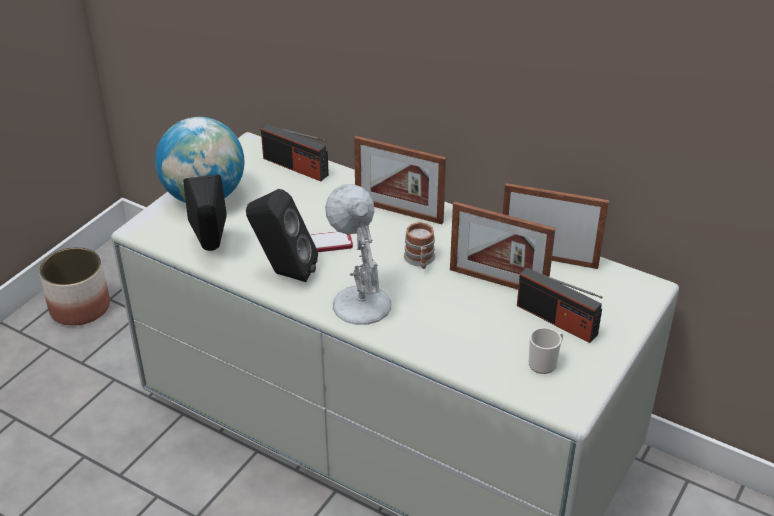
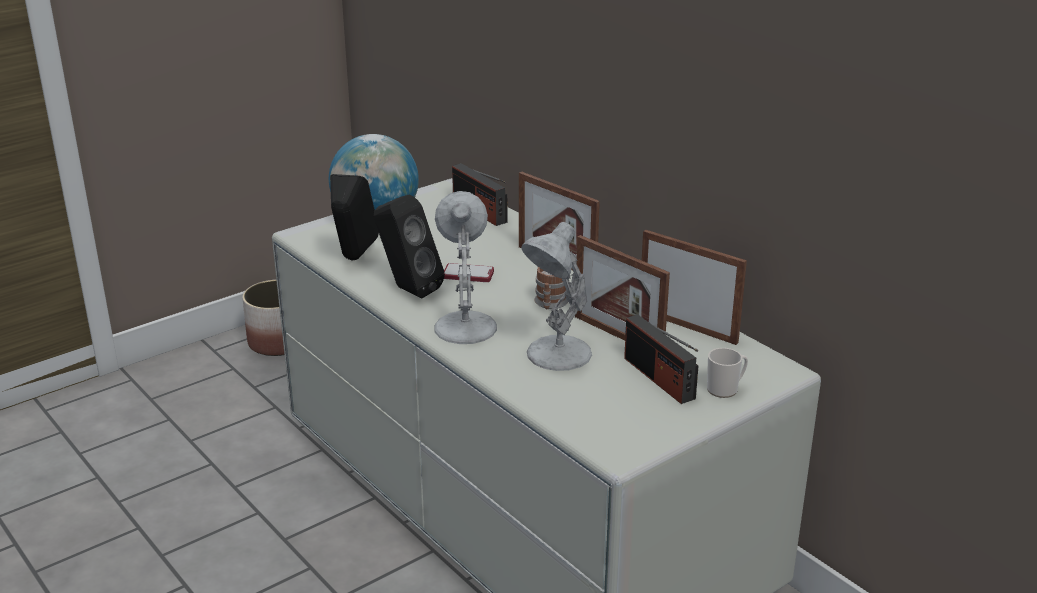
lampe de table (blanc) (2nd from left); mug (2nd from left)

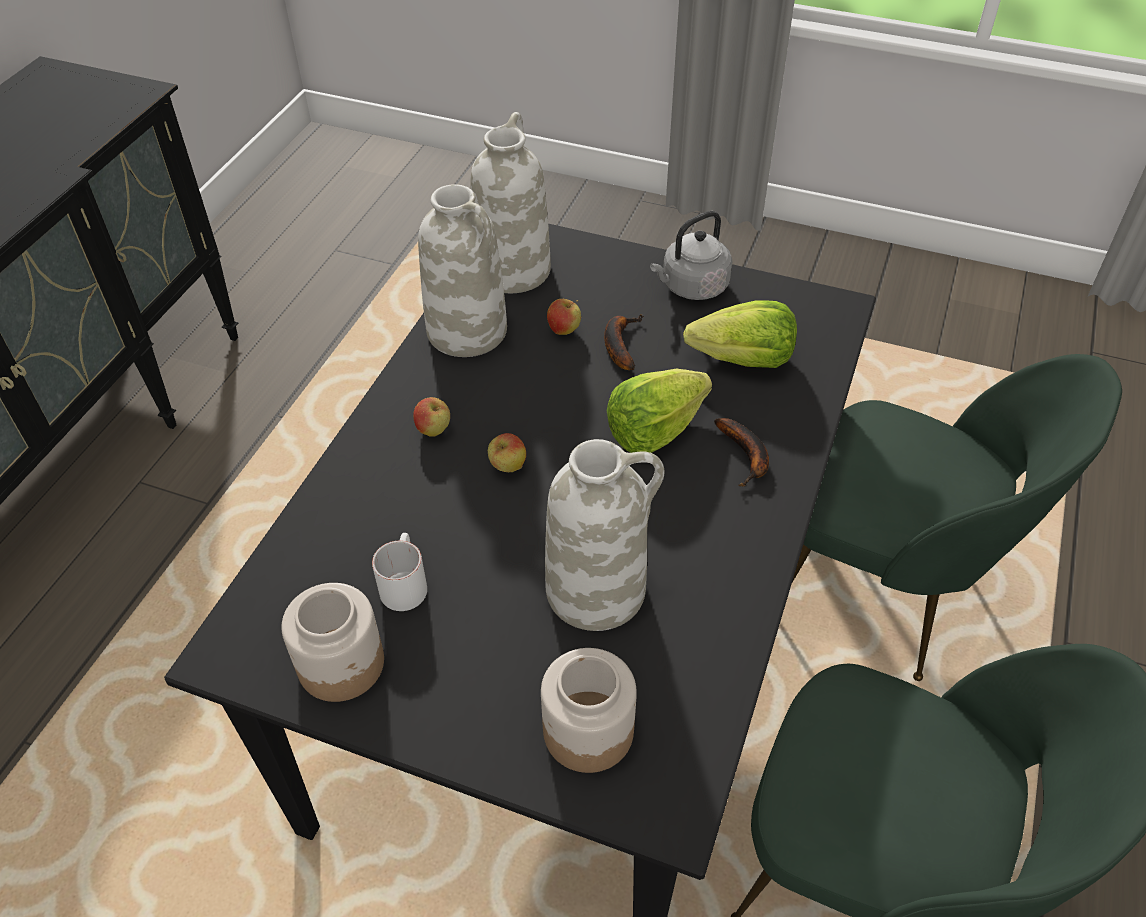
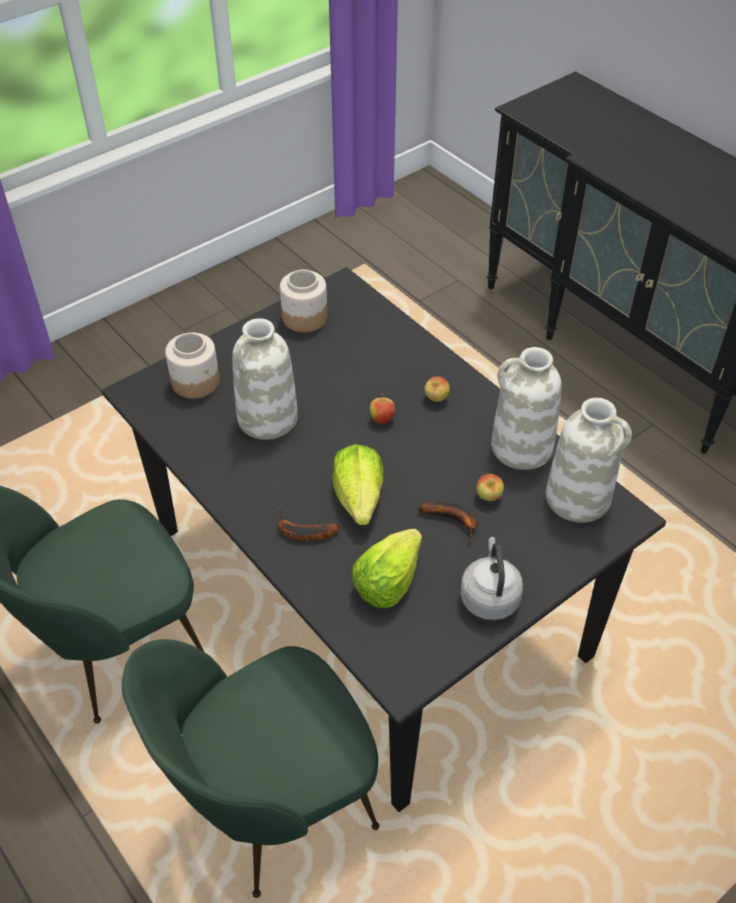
mug (blanc)

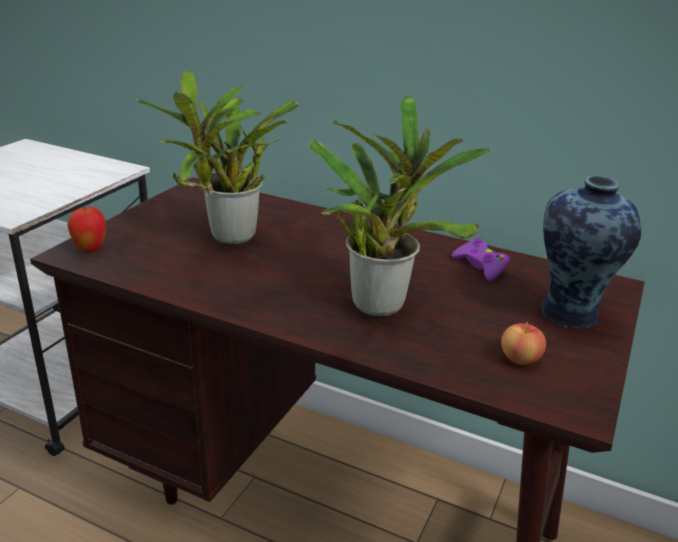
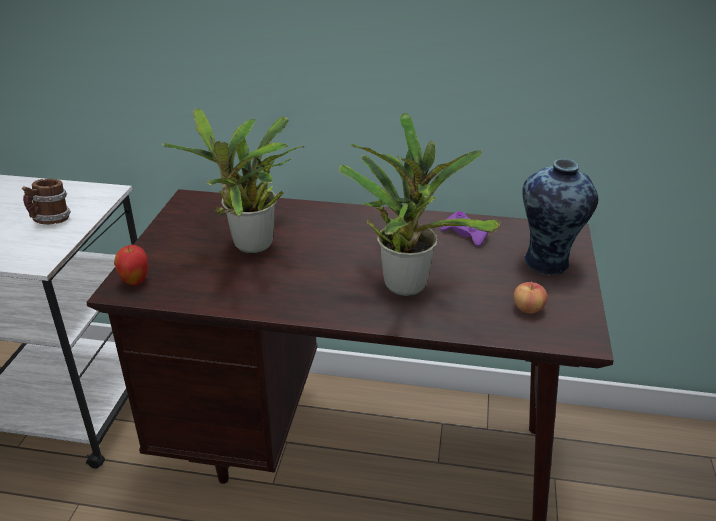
mug

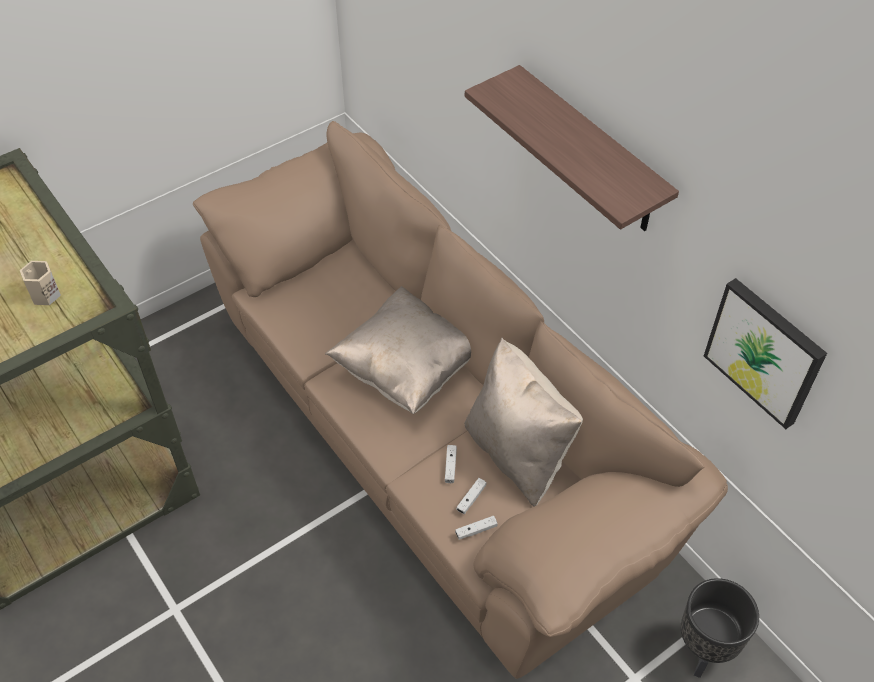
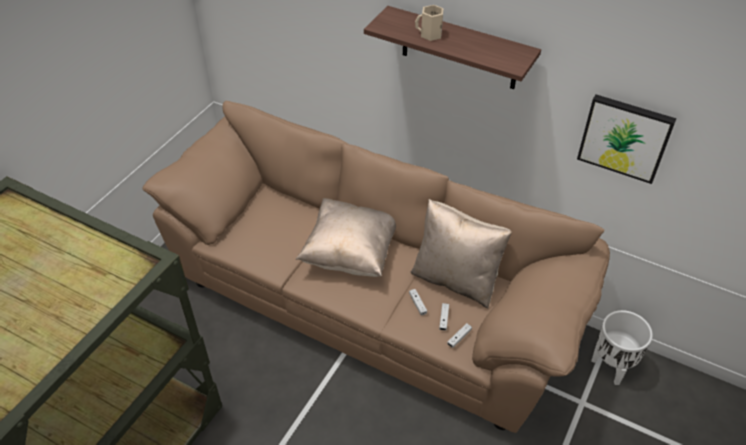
mug (beige); cache-pot (blanc)

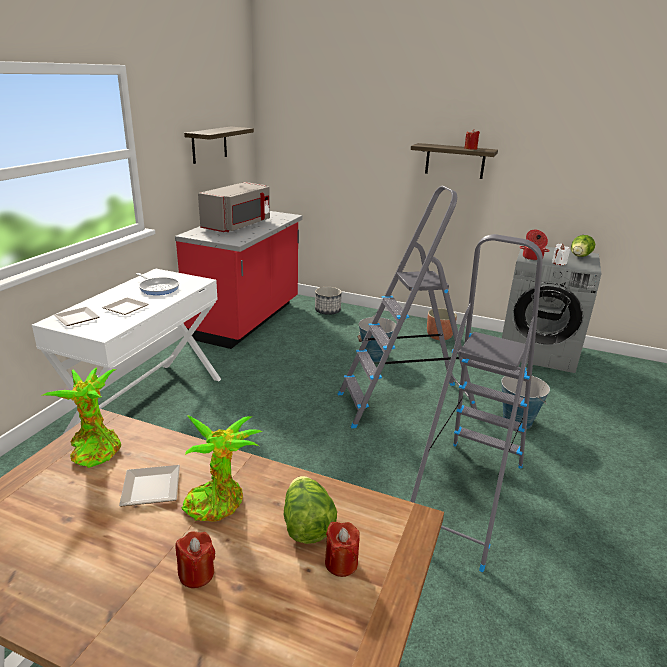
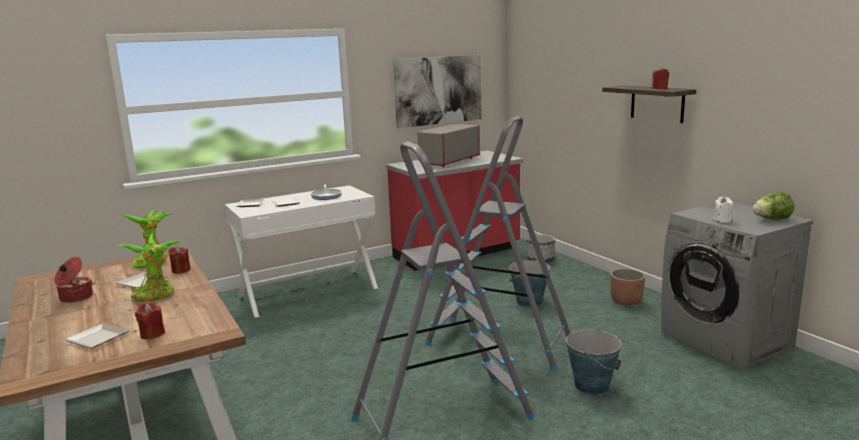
marmite; assiette (1st from left); bougie (rouge) (2nd from left); tableau; micro-ondes (gris); laitue (1st from left in the first image)

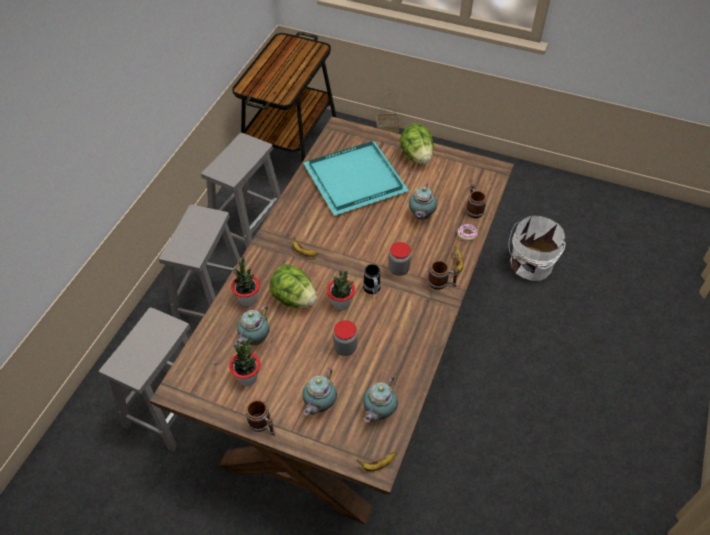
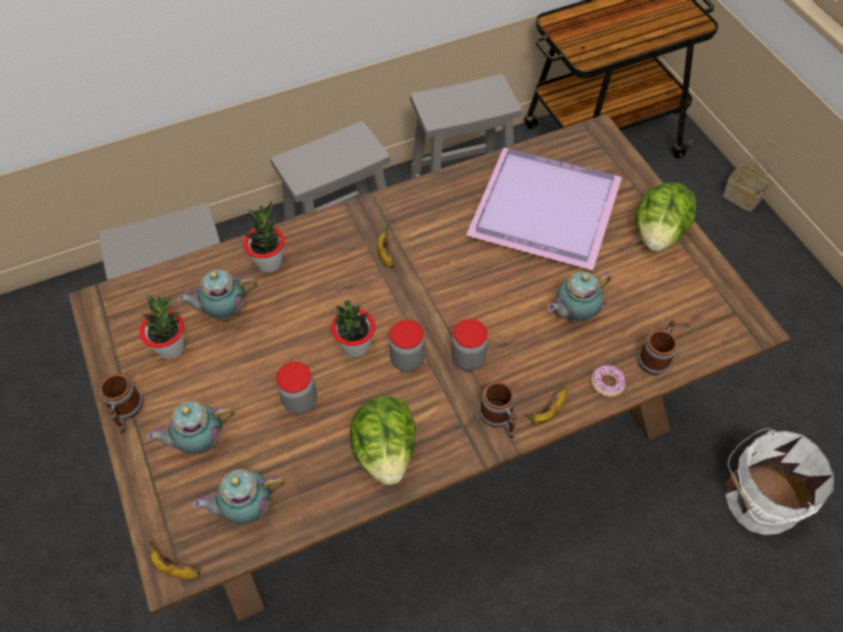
laitue (1st from left); bocal (2nd from left); plateau (violet)

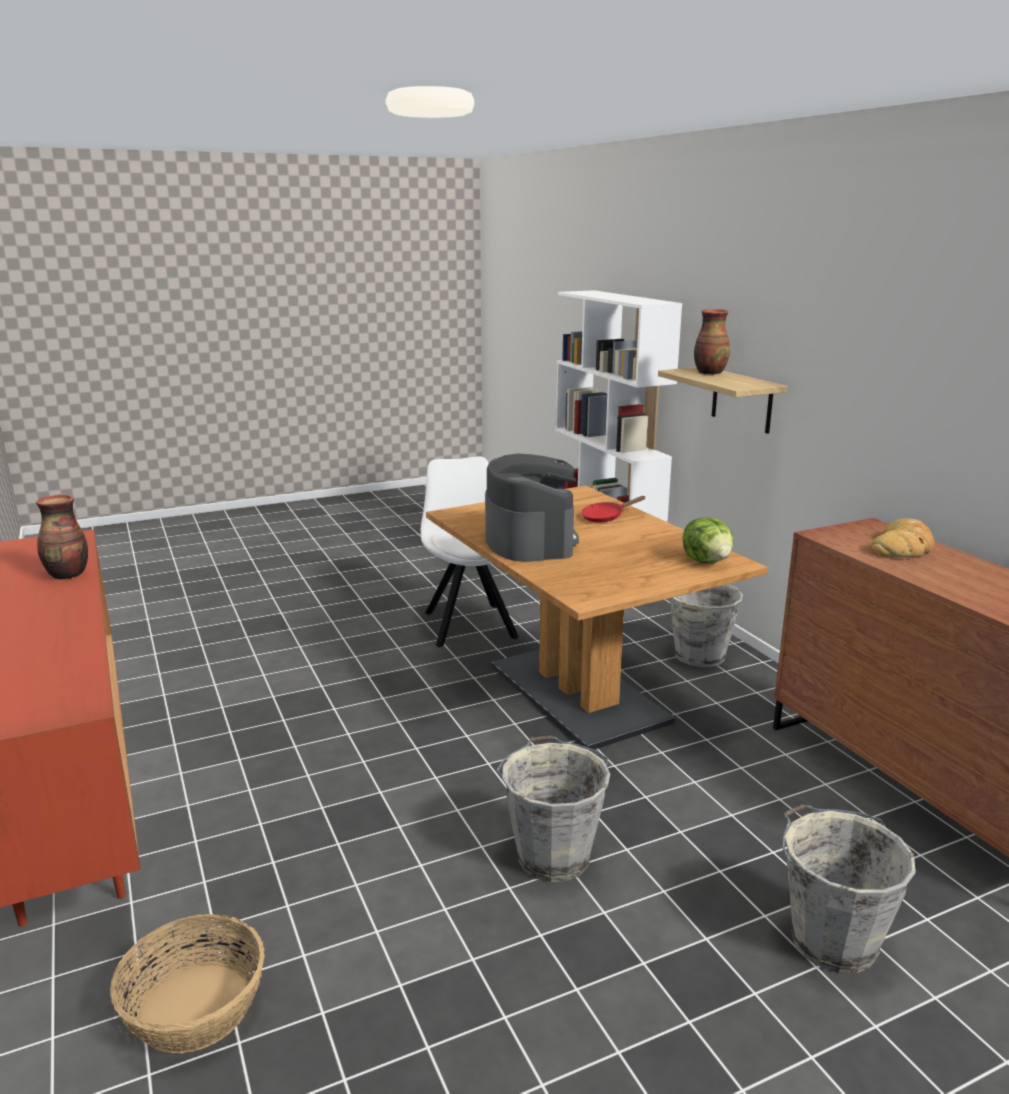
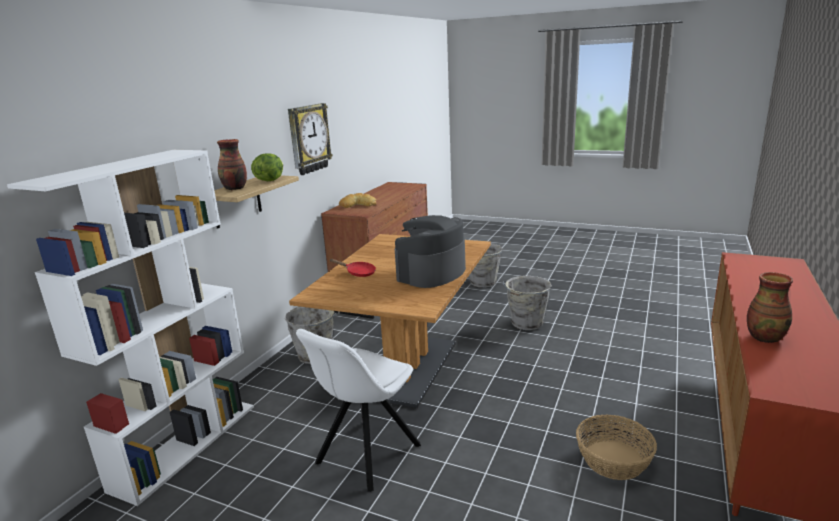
laitue; horloge murale; panier

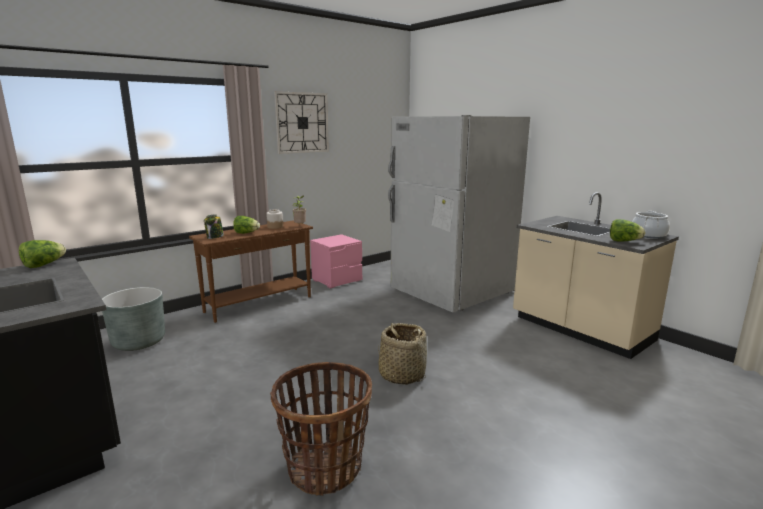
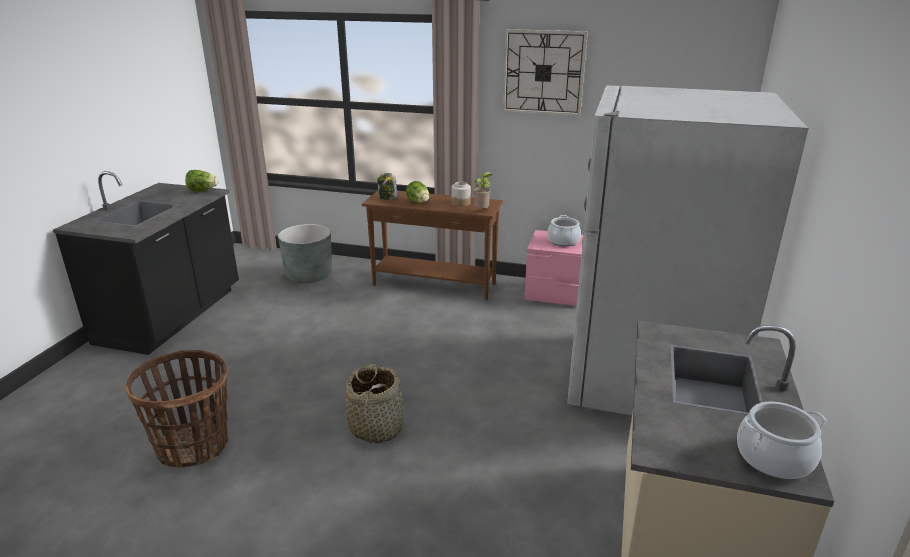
marmite (1st from left); laitue (3rd from left in the first image)

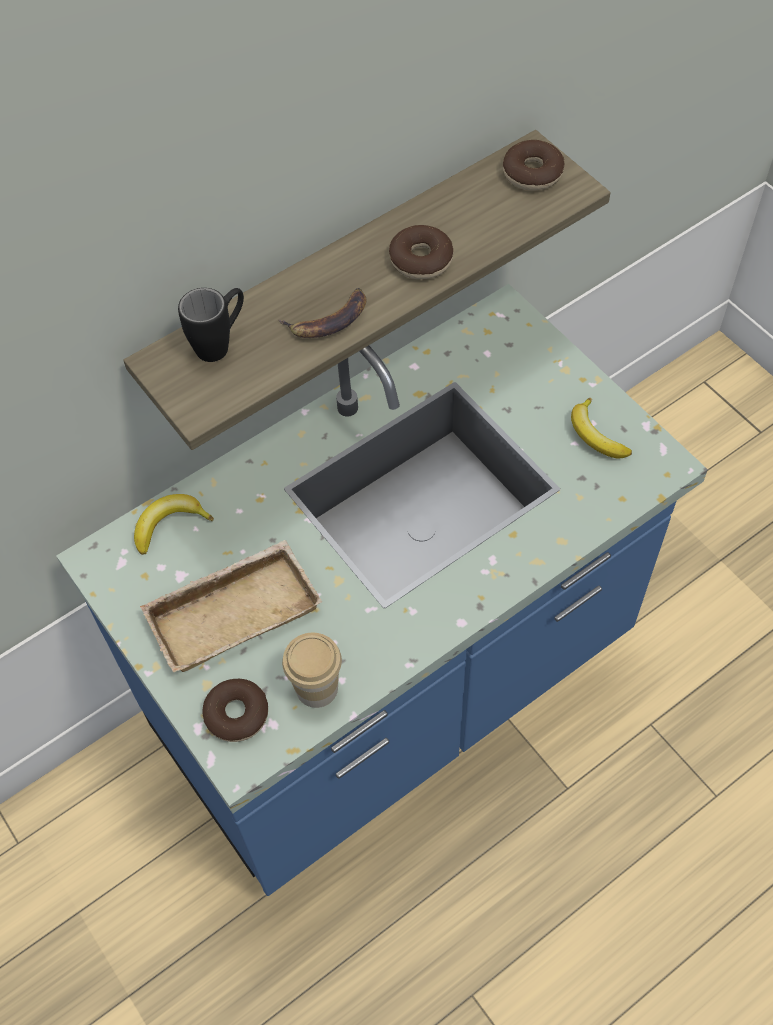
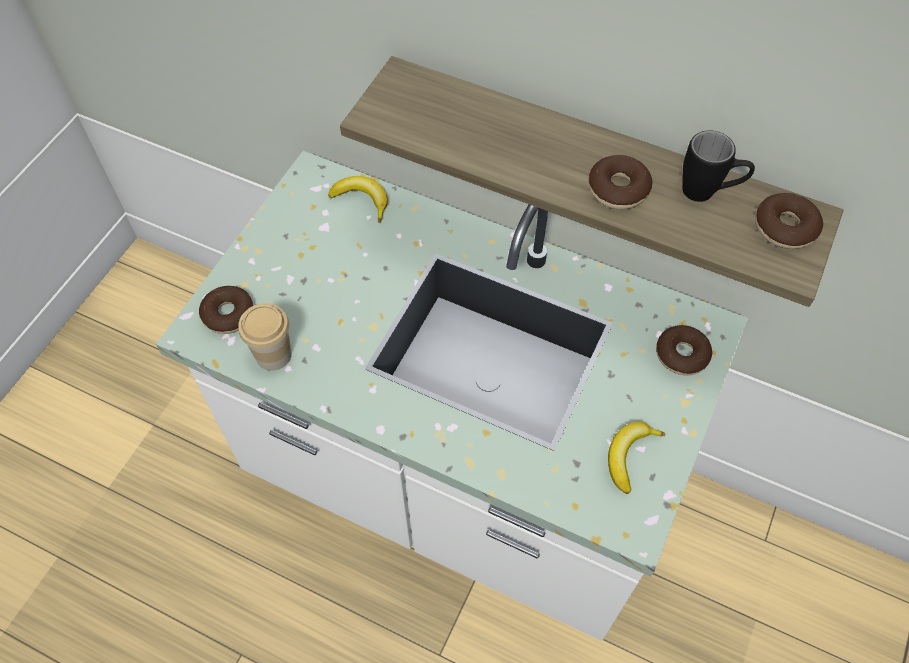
comptoir de cuisine (blanc); beignet (3rd from left); mug (noir); plateau (beige); banane (2nd from left in the first image)

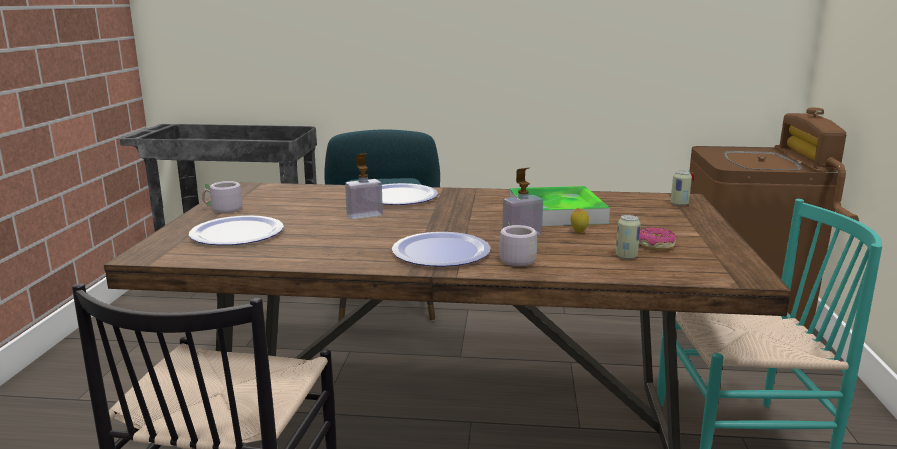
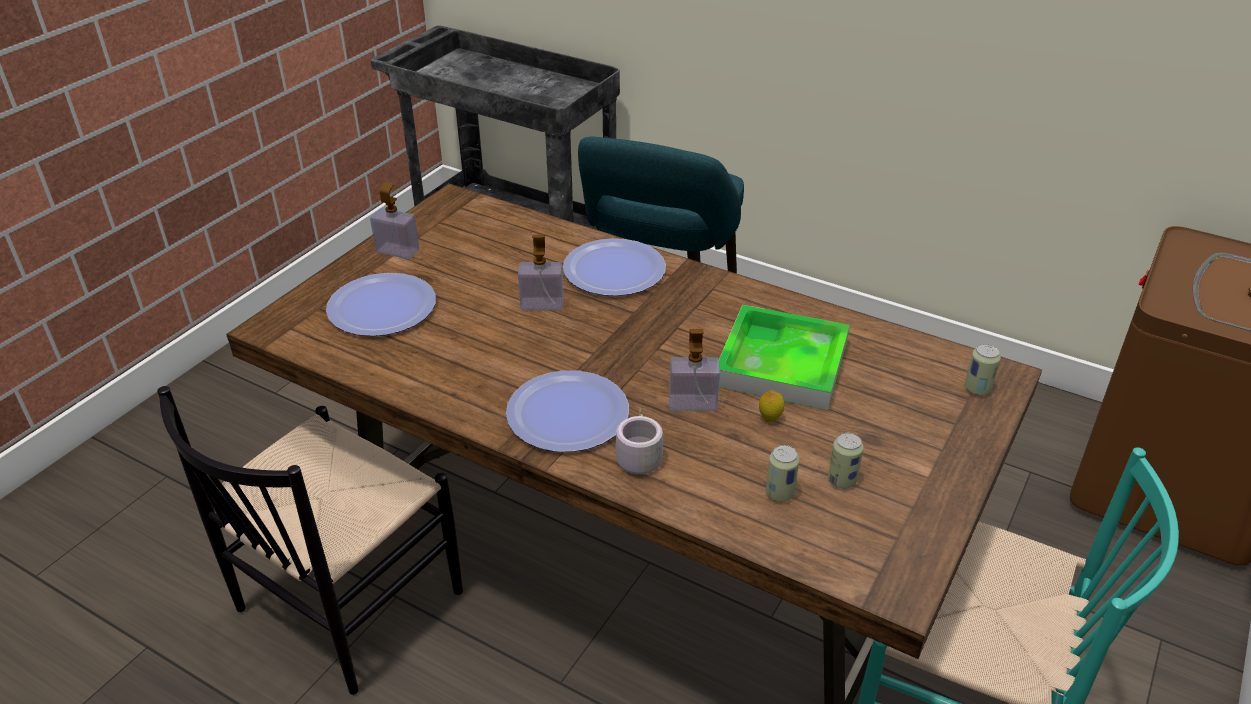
distributeur de savon (1st from left); boîte métallique (2nd from left)

